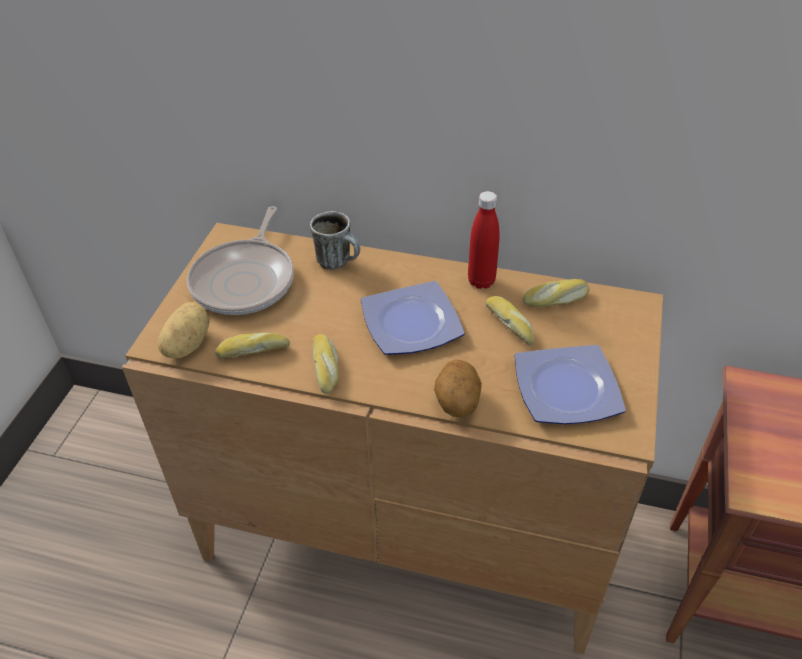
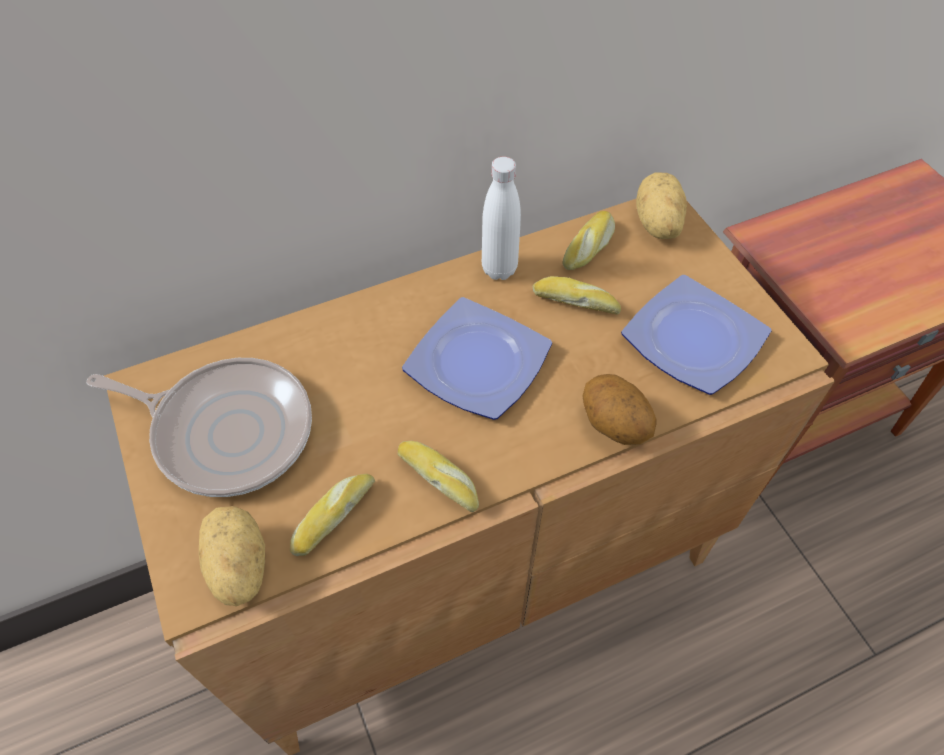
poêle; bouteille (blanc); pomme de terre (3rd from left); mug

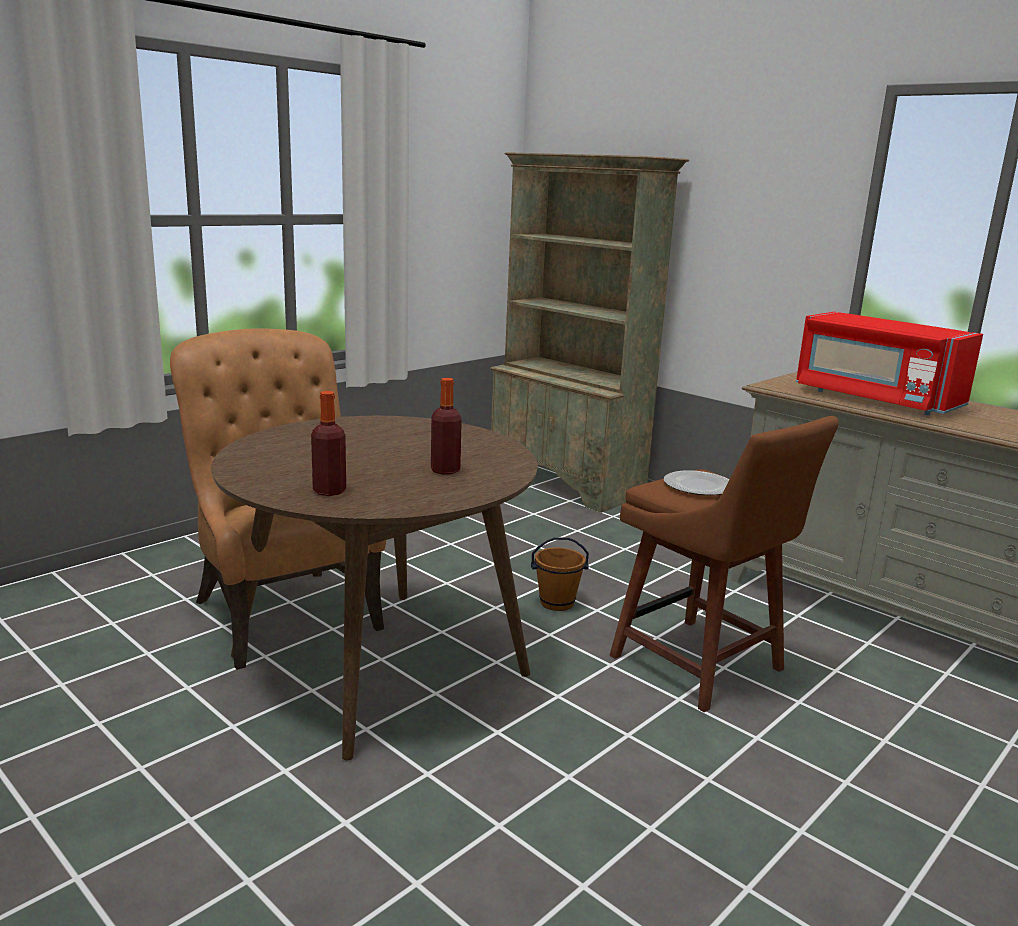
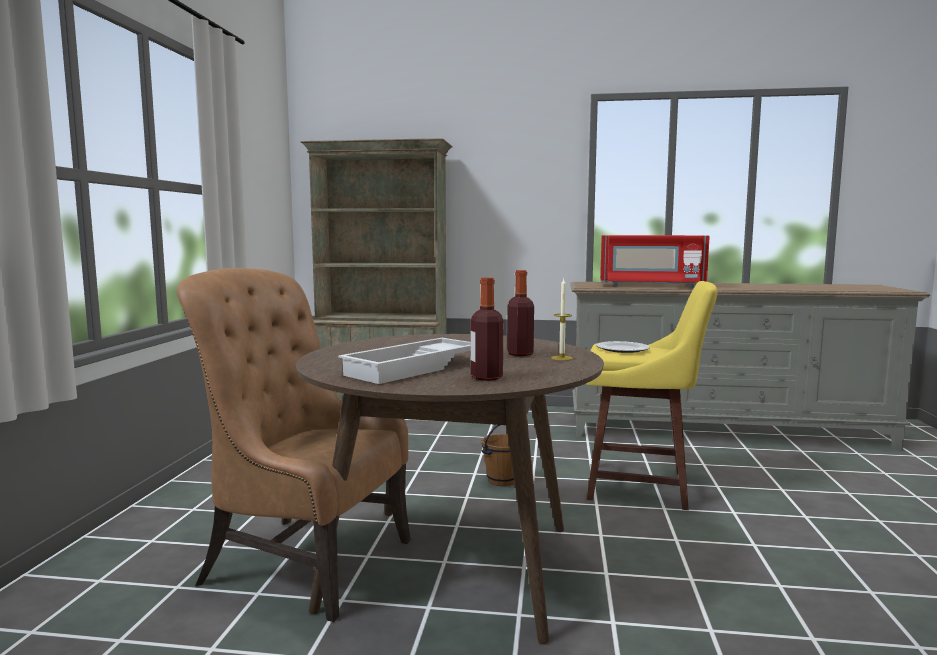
plateau (blanc); bougie; tabouret (jaune)

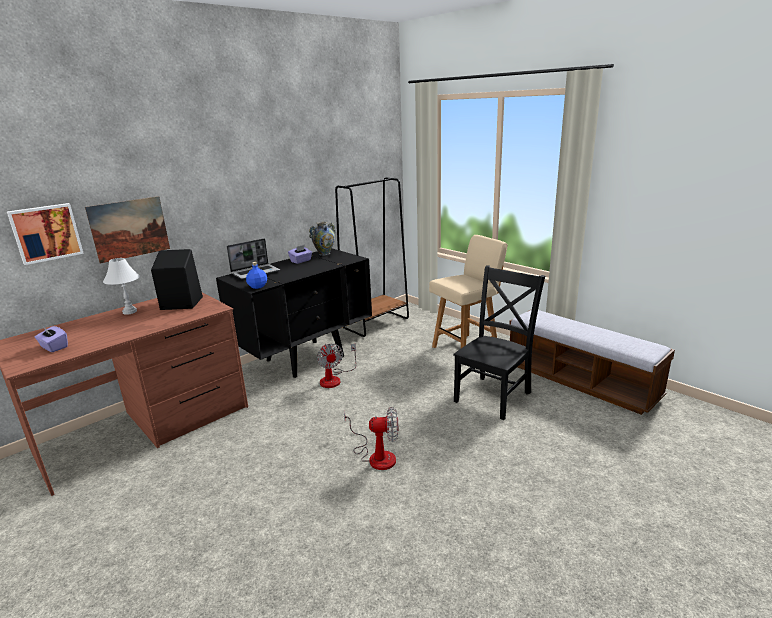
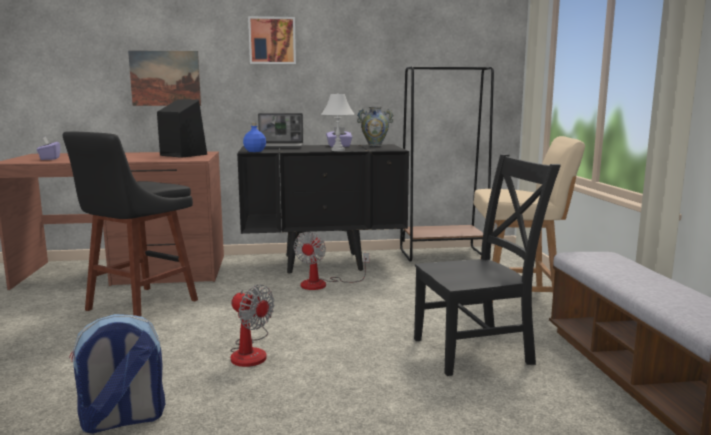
tabouret (noir); sac à dos; tableau (2nd from left); lampe de table (blanc)

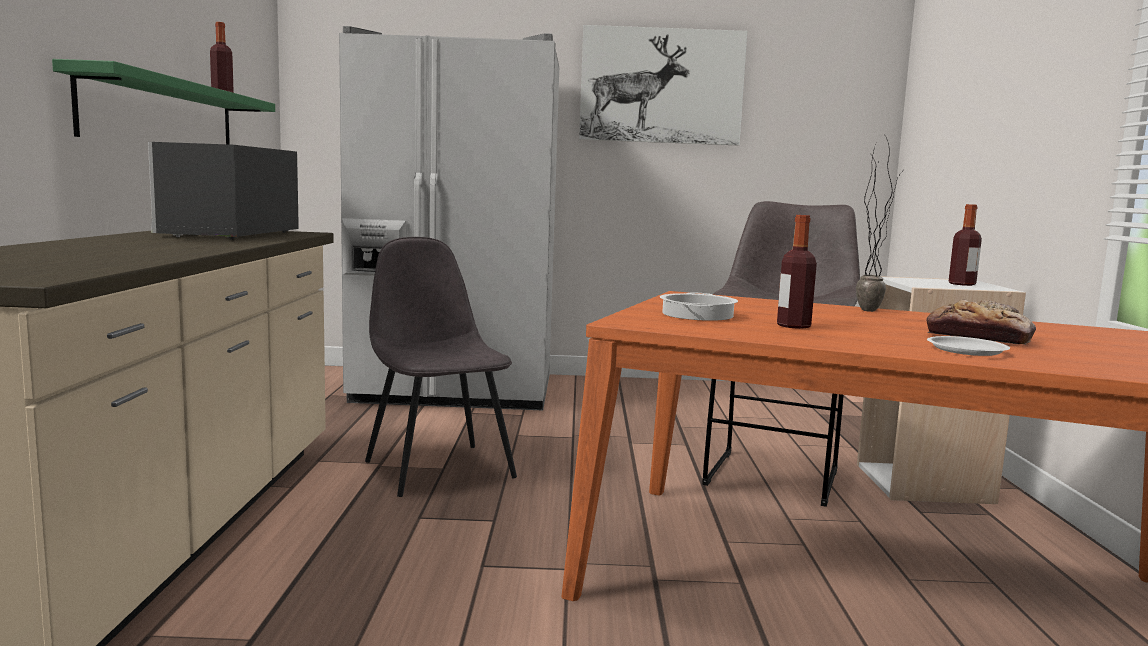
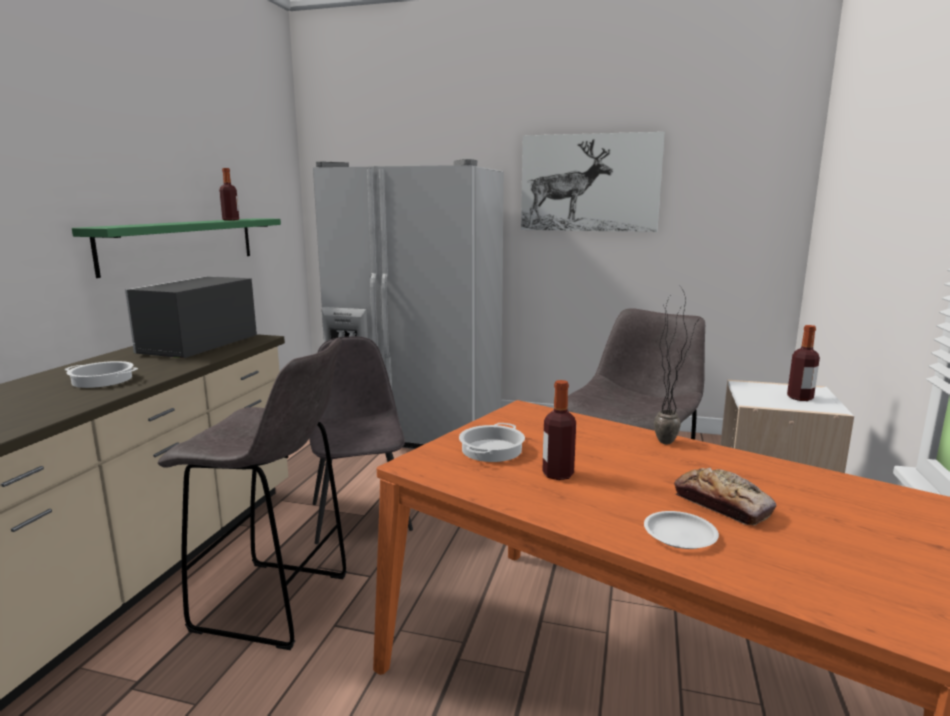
marmite (1st from left); tabouret (gris) (1st from left)

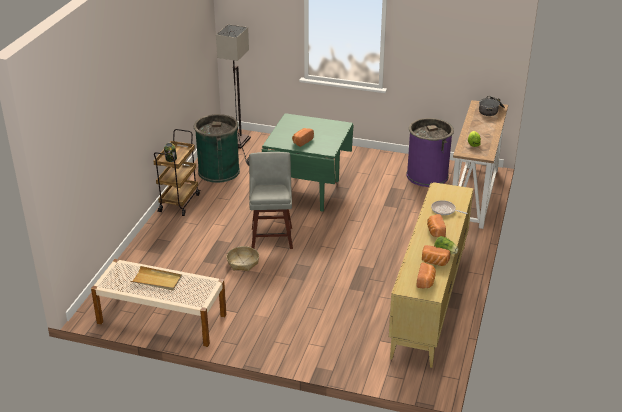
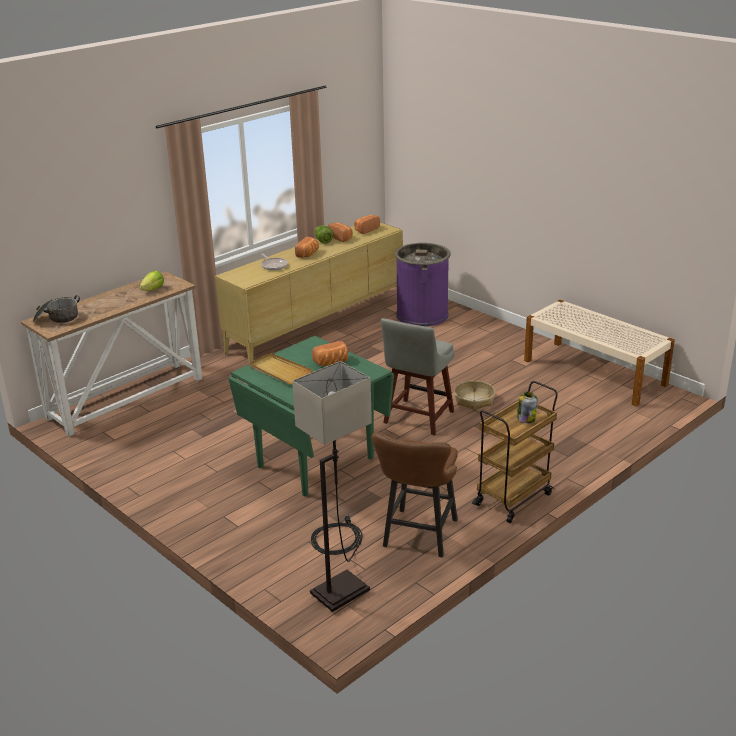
plateau (beige); tabouret (marron); poubelle (violet)

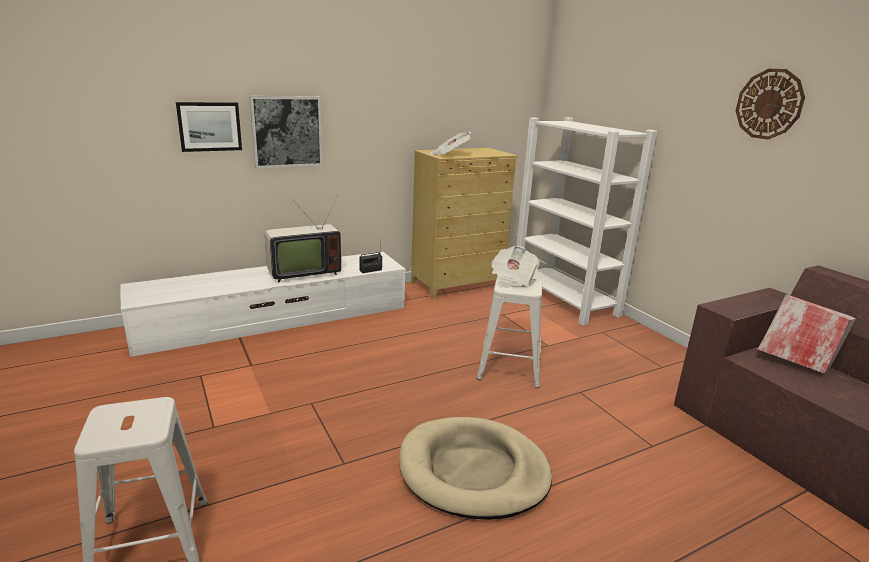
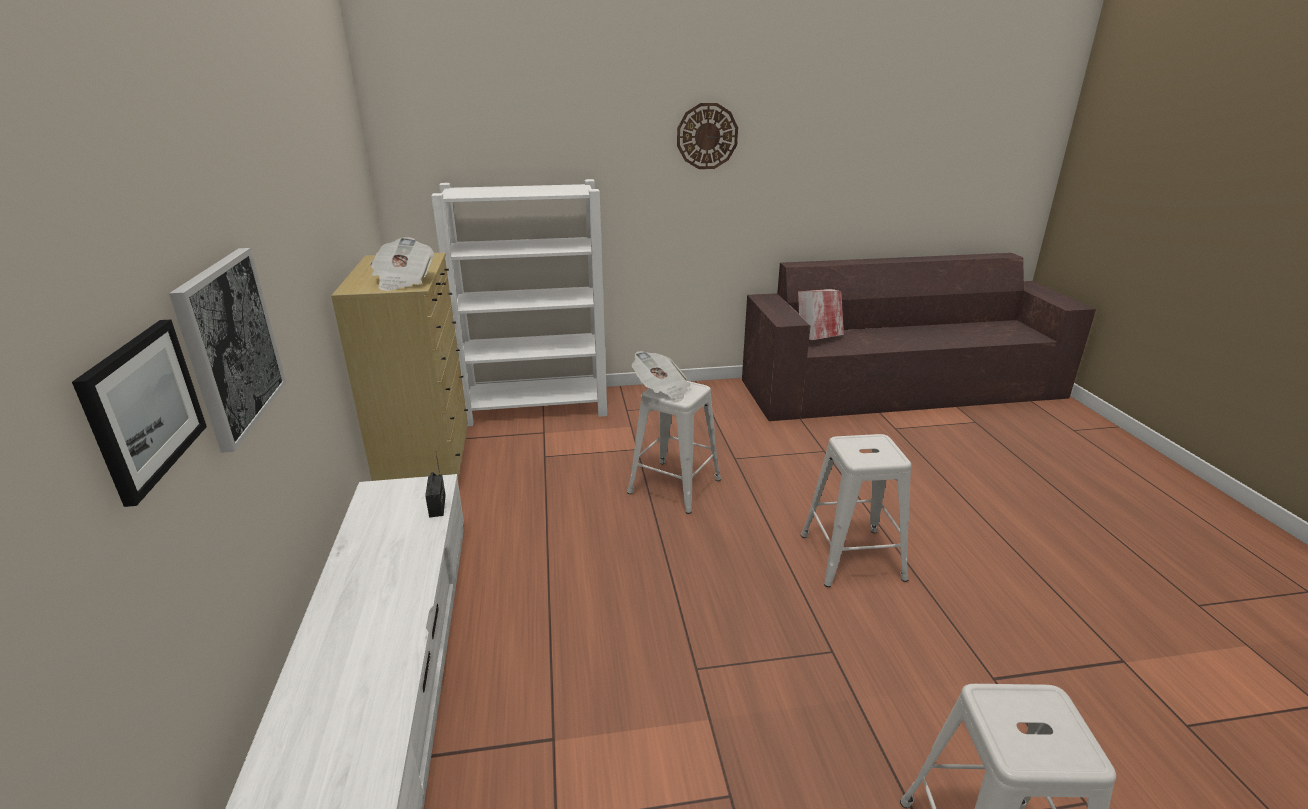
tabouret (blanc) (2nd from left); téléviseur

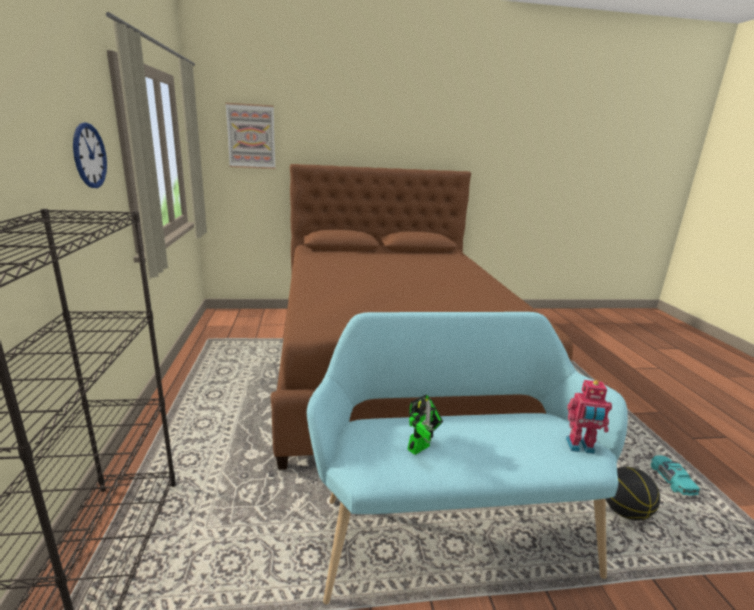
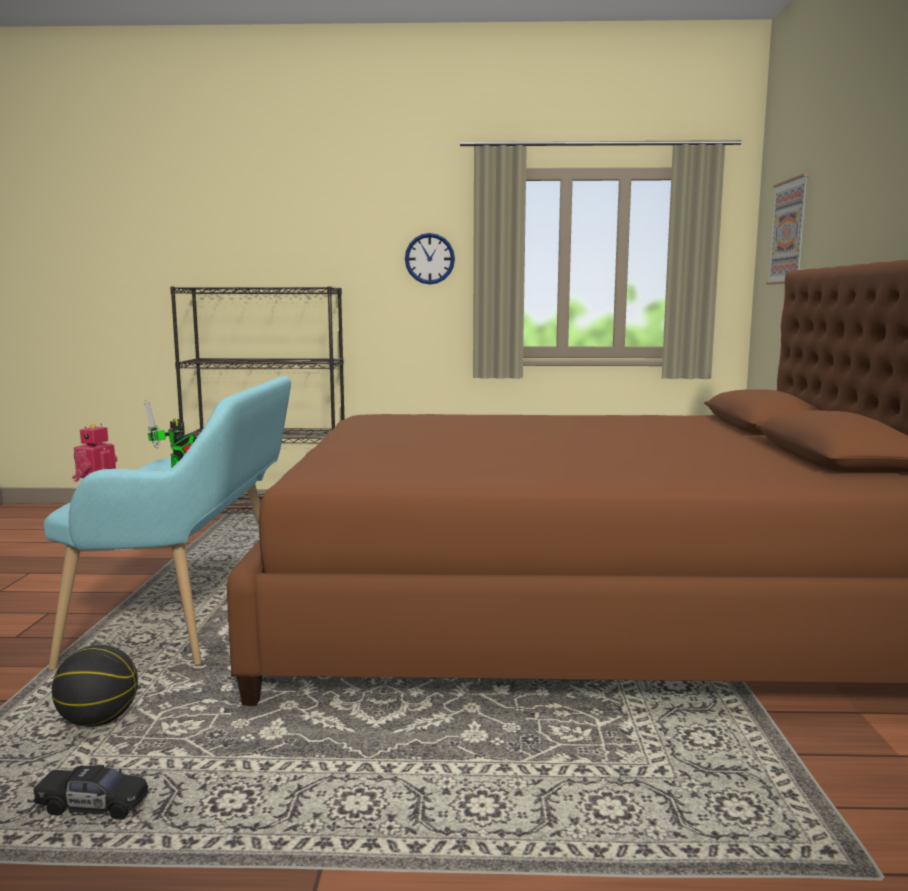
petite voiture (noir)

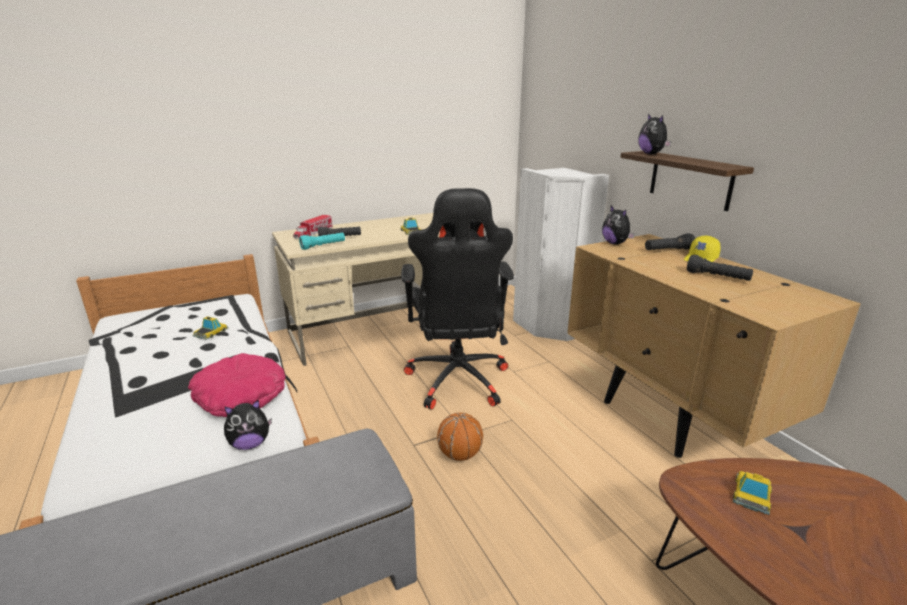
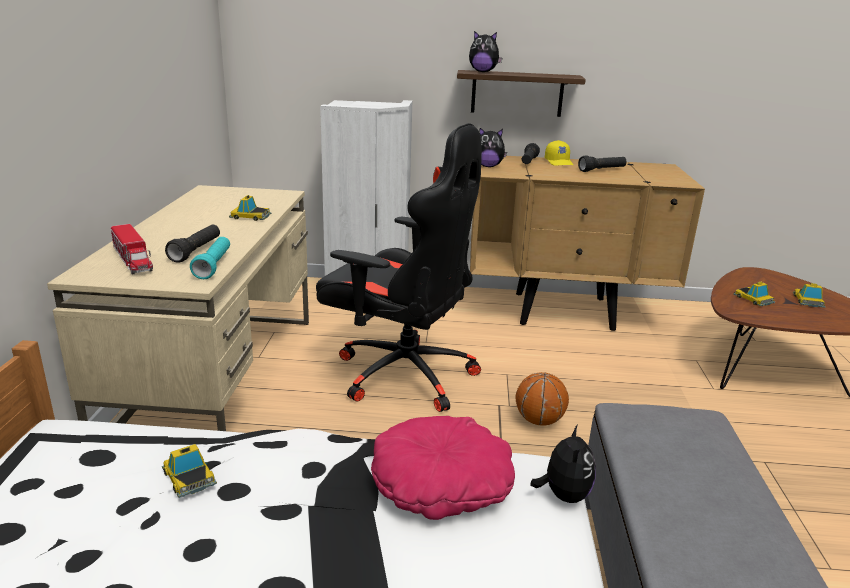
petite voiture (4th from left)

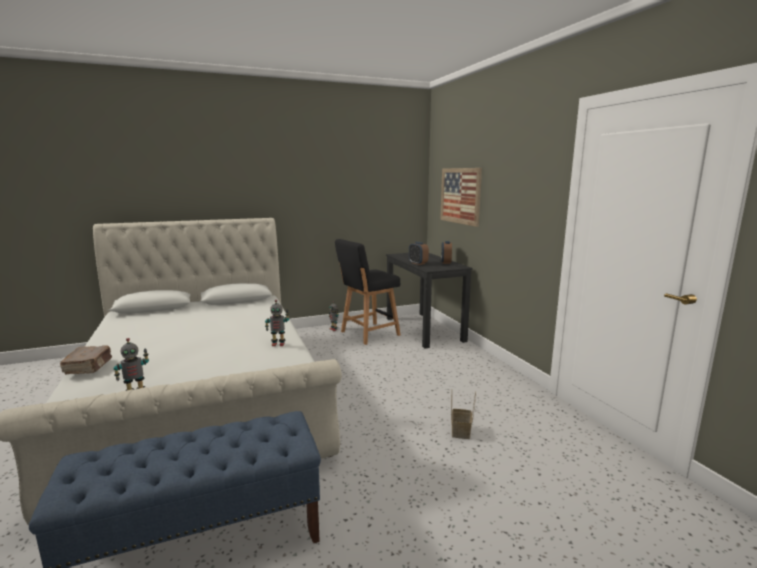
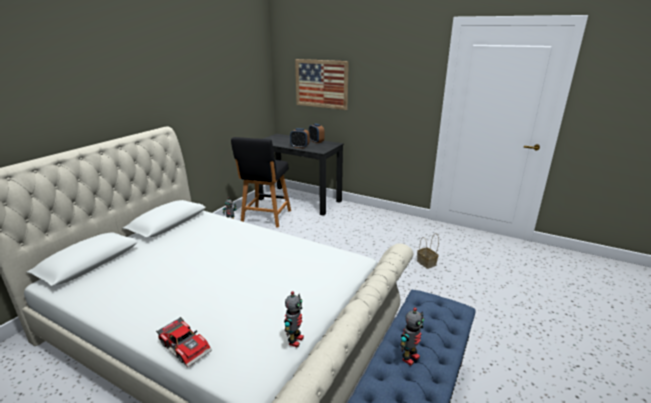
petite voiture; robot jouet (3rd from left)

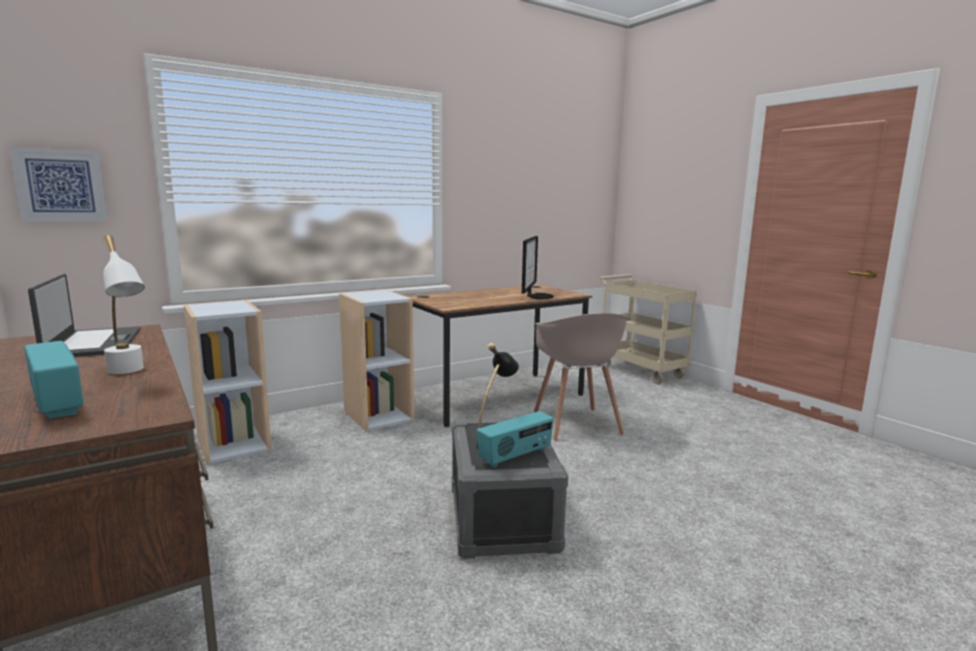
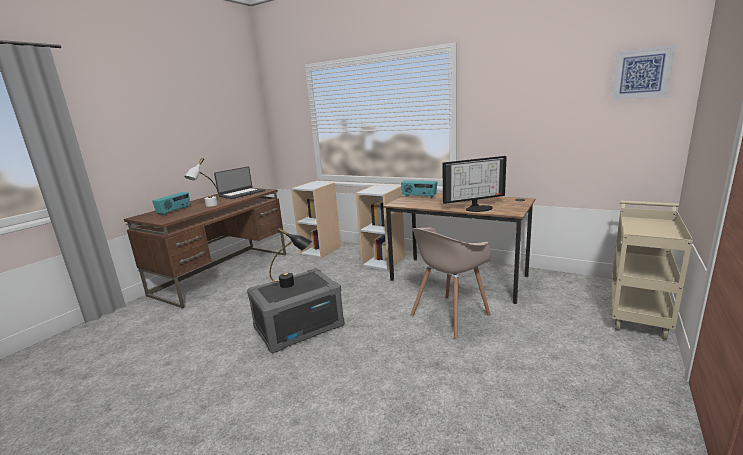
radio (2nd from left); tableau

